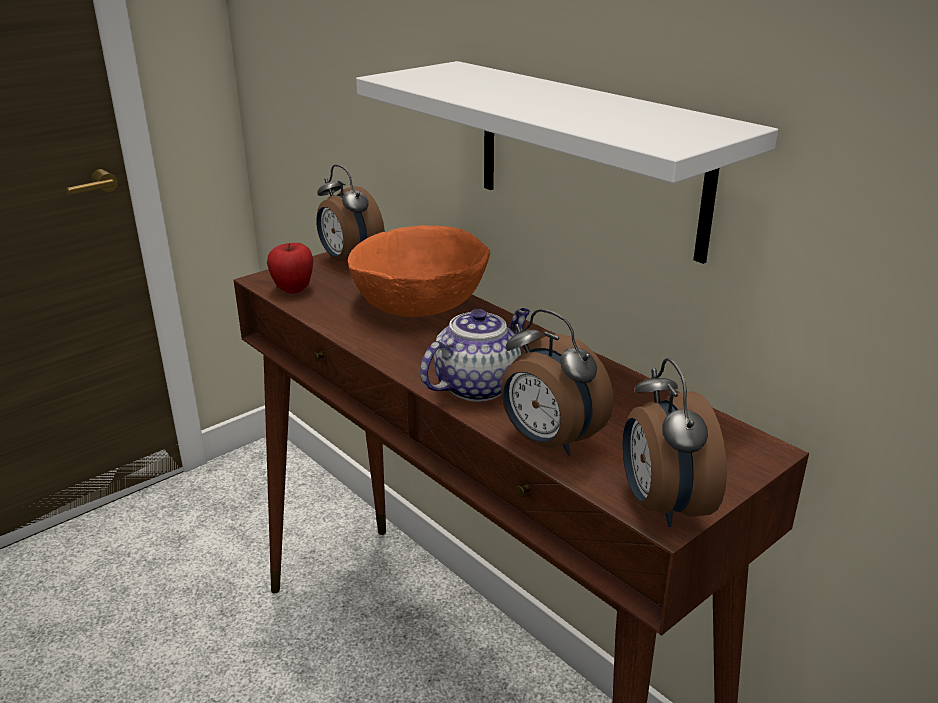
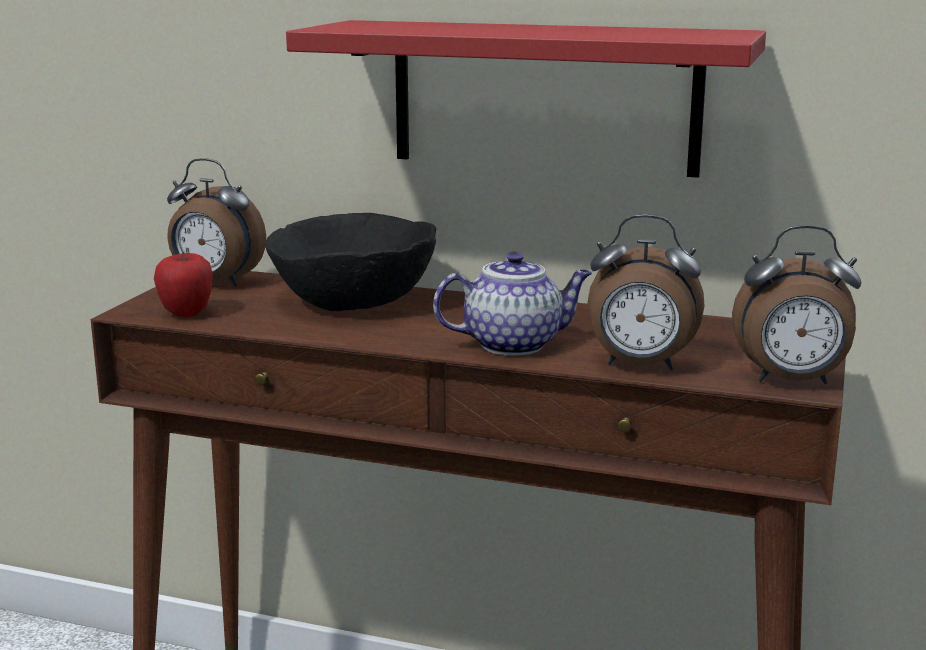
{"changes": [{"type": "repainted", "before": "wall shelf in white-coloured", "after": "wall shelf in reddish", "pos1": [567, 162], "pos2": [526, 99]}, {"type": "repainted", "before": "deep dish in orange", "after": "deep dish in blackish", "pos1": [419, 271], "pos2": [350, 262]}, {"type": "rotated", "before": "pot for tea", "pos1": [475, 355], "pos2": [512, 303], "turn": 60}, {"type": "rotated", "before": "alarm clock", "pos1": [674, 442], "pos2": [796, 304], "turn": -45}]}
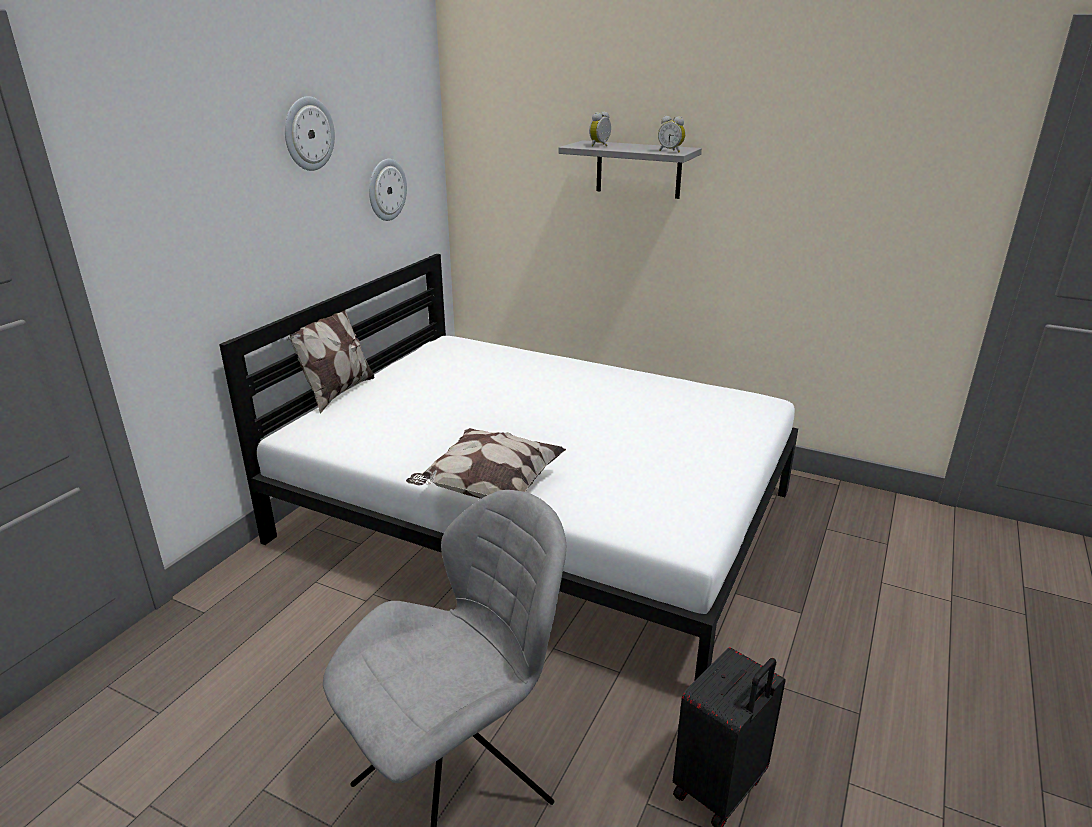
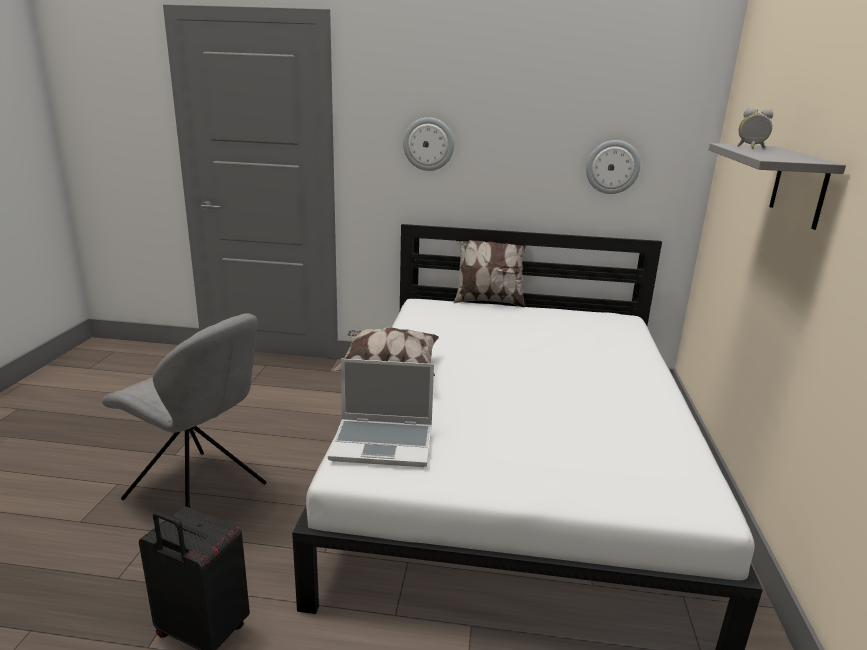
{"changes": [{"type": "shifted", "before": "clock on the wall", "pos1": [310, 133], "pos2": [428, 144]}, {"type": "gone", "before": "alarm clock", "pos1": [671, 134]}, {"type": "new", "after": "notebook computer", "pos2": [381, 413]}]}
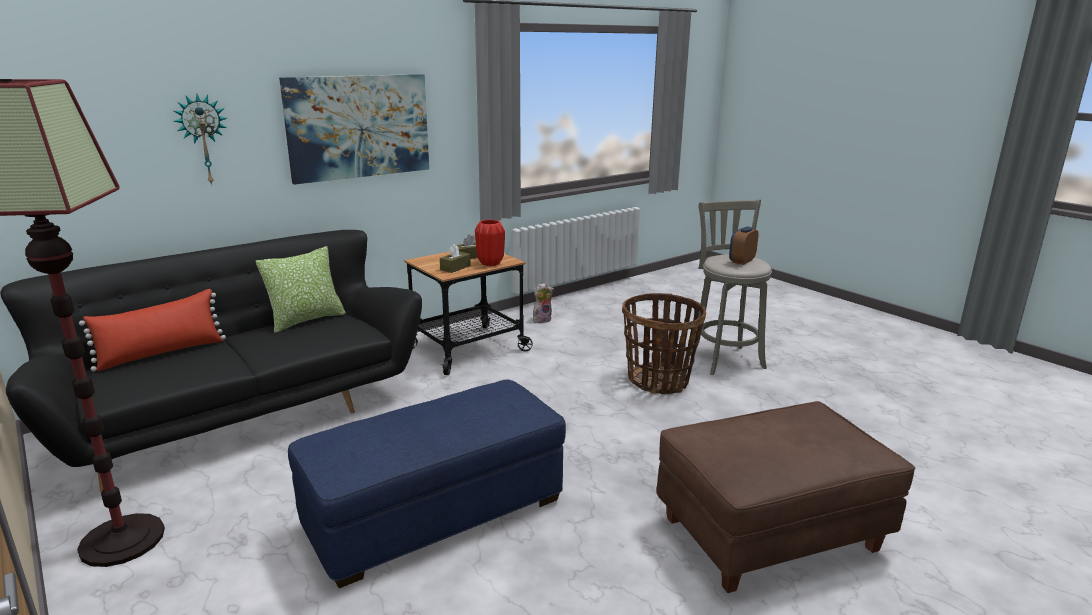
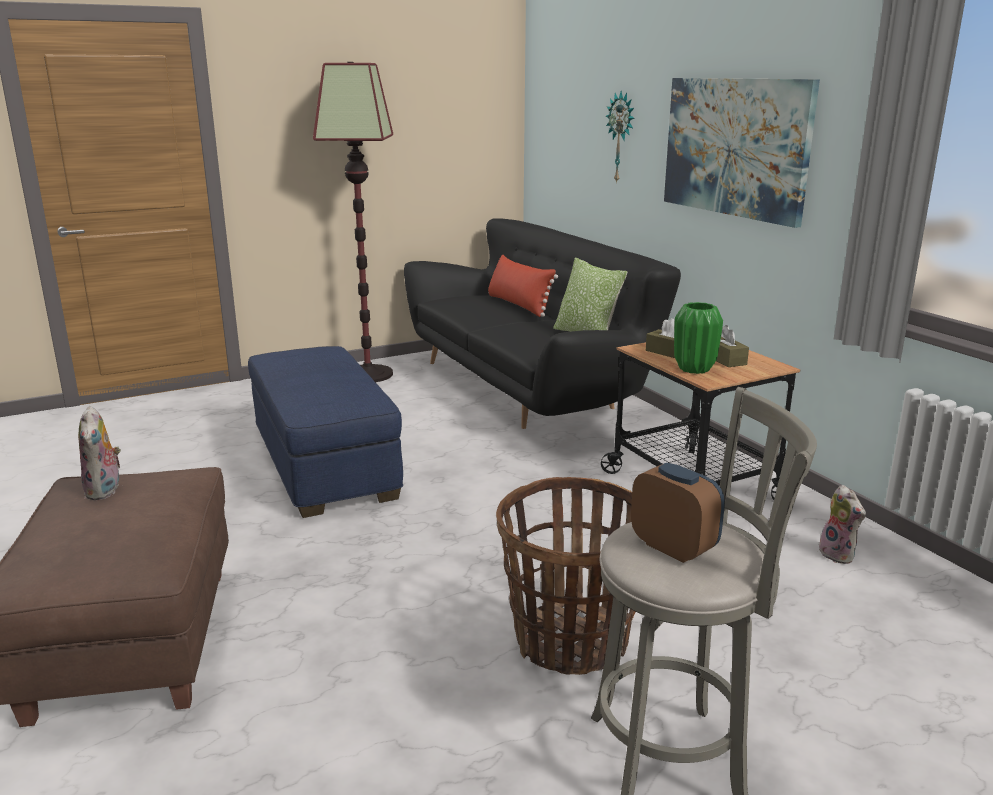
{"changes": [{"type": "repainted", "before": "decorative vase in reddish", "after": "decorative vase in greenish", "pos1": [490, 243], "pos2": [698, 338]}, {"type": "new", "after": "plush toy", "pos2": [99, 453]}]}
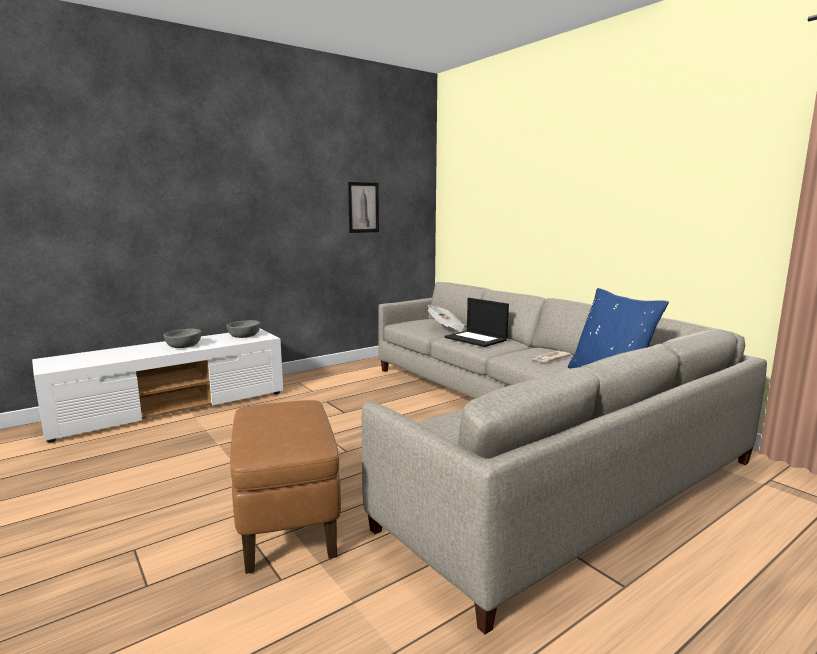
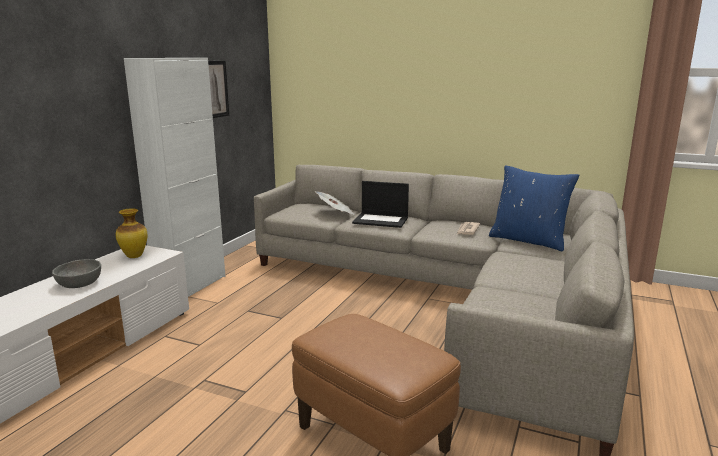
{"changes": [{"type": "swapped", "before": "deep dish in greyish", "after": "decorative vase", "pos1": [243, 329], "pos2": [131, 233]}, {"type": "new", "after": "cupboard in white-coloured", "pos2": [175, 177]}]}
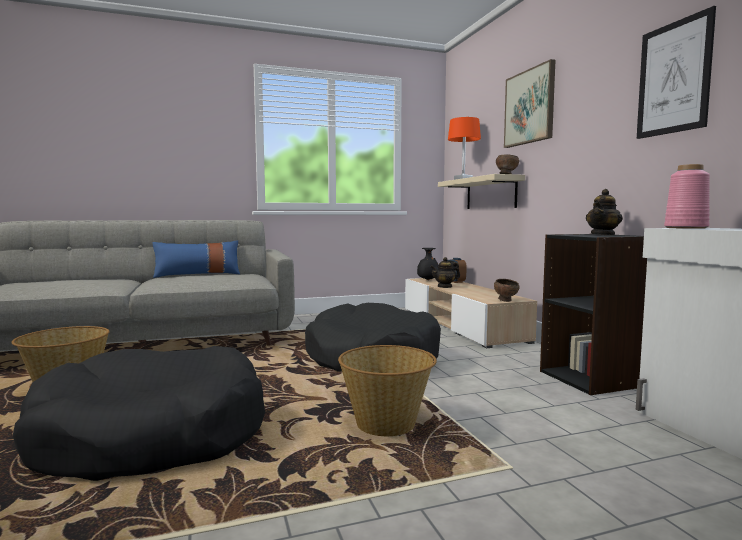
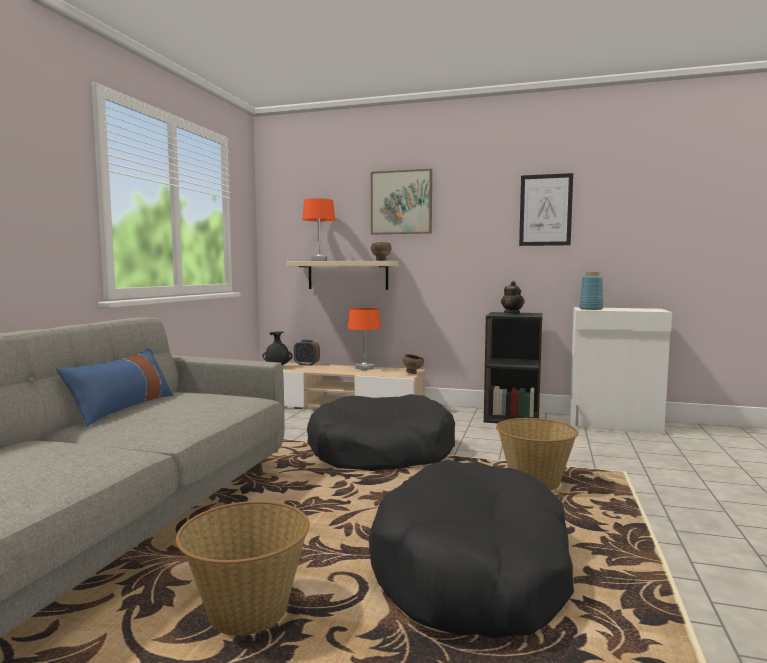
{"changes": [{"type": "repainted", "before": "decorative vase in pinkish", "after": "decorative vase in blue-coloured", "pos1": [687, 196], "pos2": [591, 291]}, {"type": "gone", "before": "pot for tea", "pos1": [445, 272]}, {"type": "new", "after": "tabletop lamp in orange", "pos2": [364, 339]}]}
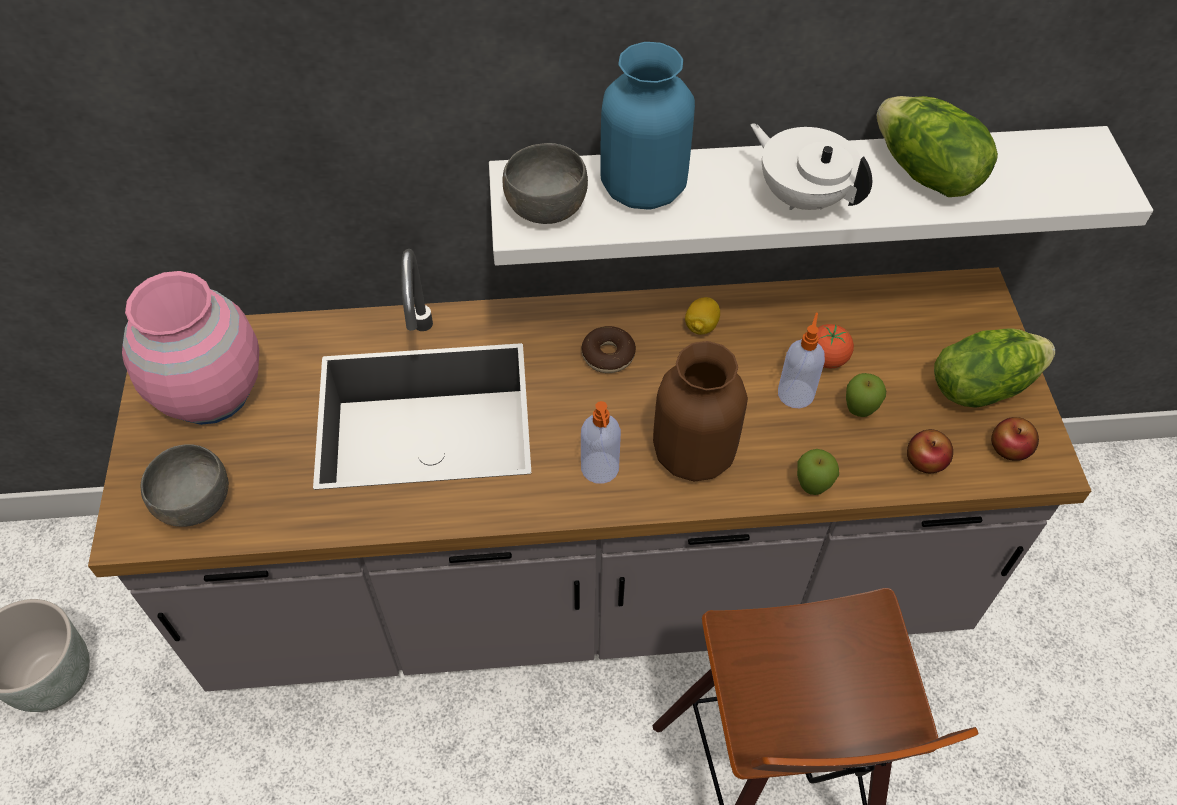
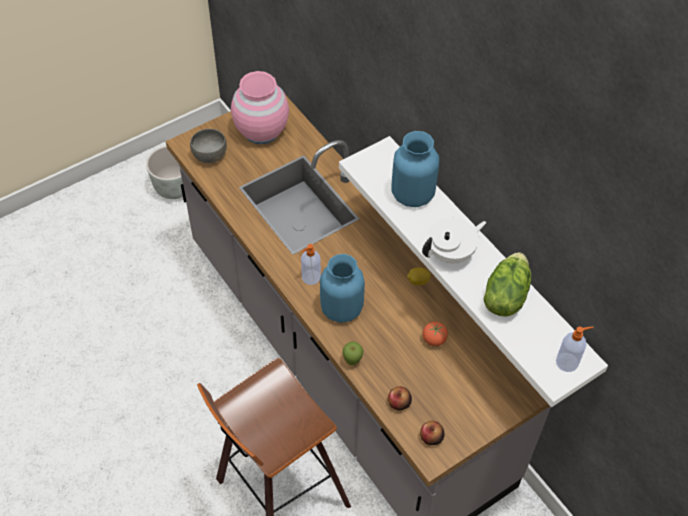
{"changes": [{"type": "rotated", "before": "pot for tea in white-coloured", "pos1": [811, 166], "pos2": [454, 240], "turn": 45}, {"type": "gone", "before": "deep dish in greyish", "pos1": [545, 183]}, {"type": "shifted", "before": "soap dispenser", "pos1": [801, 360], "pos2": [575, 349]}, {"type": "gone", "before": "doughnut", "pos1": [609, 349]}, {"type": "gone", "before": "lettuce", "pos1": [994, 368]}, {"type": "repainted", "before": "decorative vase in brown", "after": "decorative vase in blue-coloured", "pos1": [700, 411], "pos2": [342, 288]}, {"type": "gone", "before": "whole apple", "pos1": [866, 395]}]}
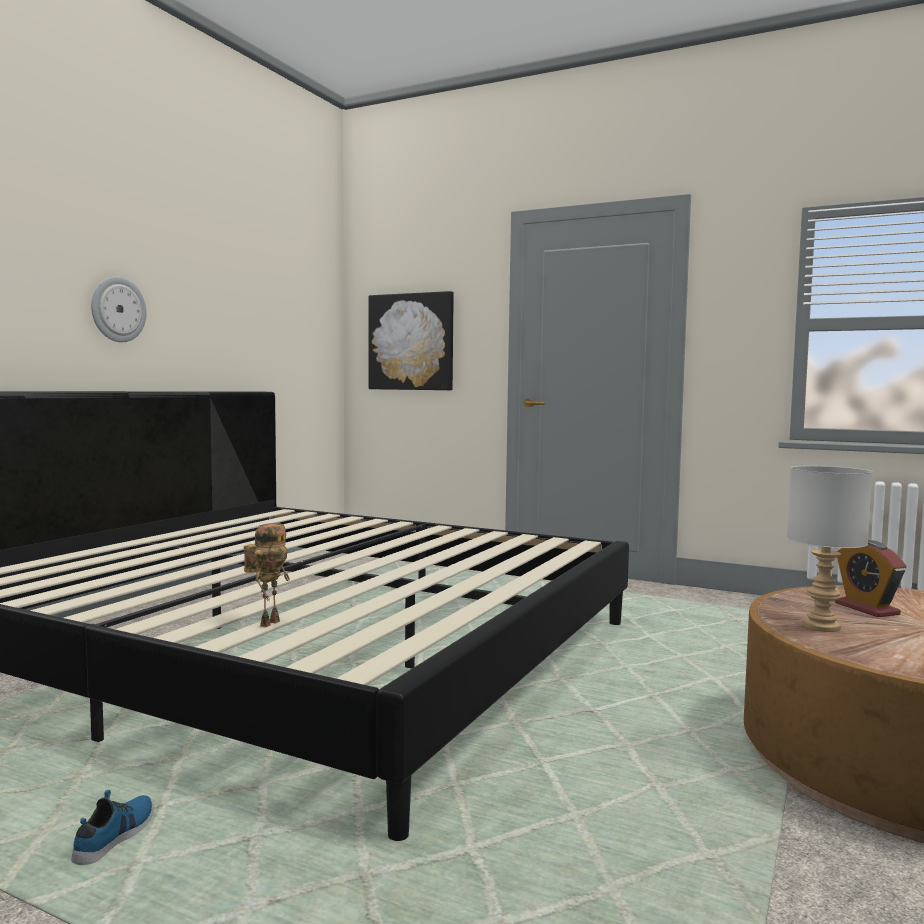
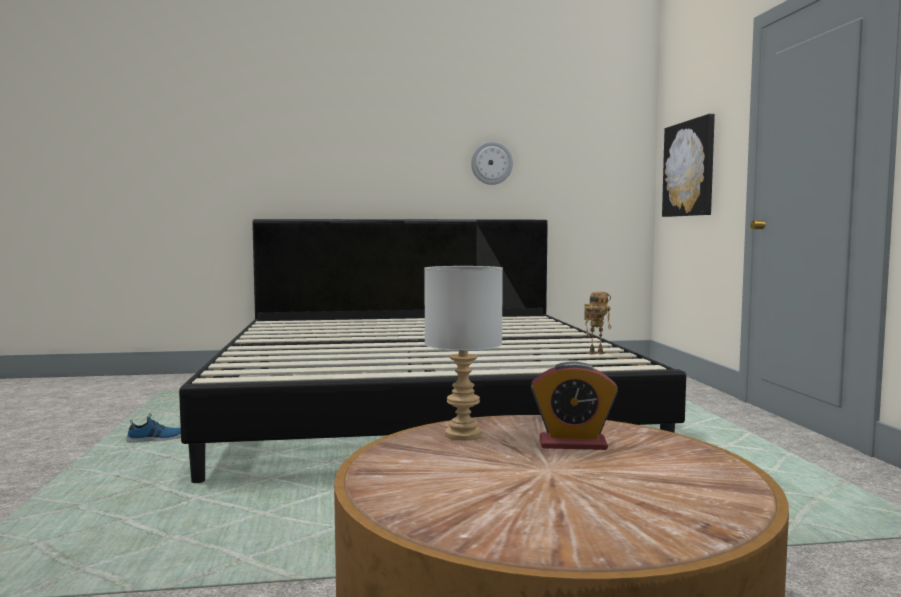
{"changes": [{"type": "shifted", "before": "clock on the wall", "pos1": [119, 309], "pos2": [492, 163]}, {"type": "shifted", "before": "model robot", "pos1": [266, 575], "pos2": [597, 323]}, {"type": "rotated", "before": "alarm clock", "pos1": [870, 578], "pos2": [574, 405], "turn": -120}]}
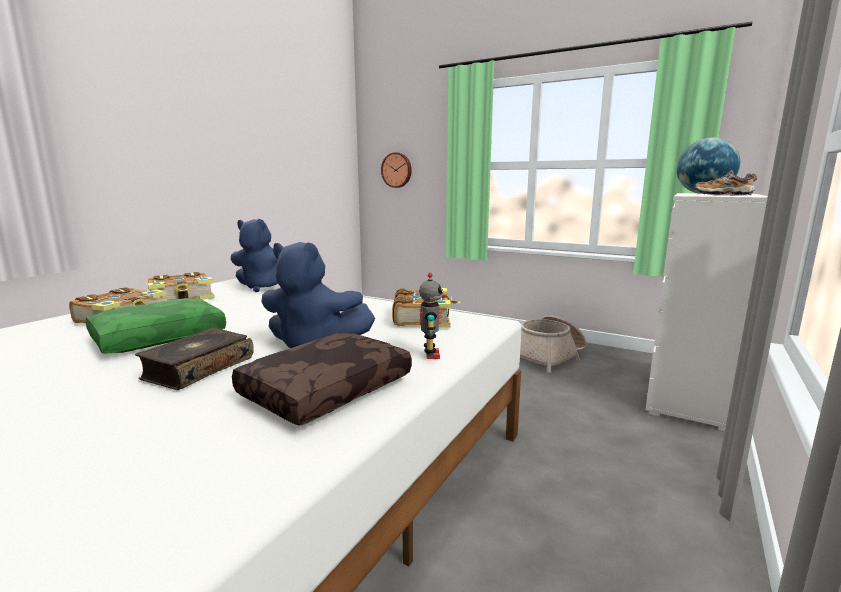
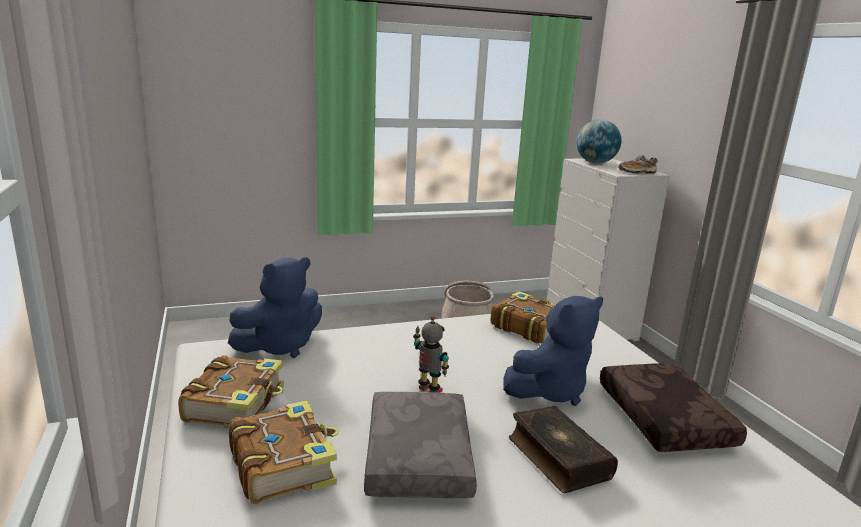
{"changes": [{"type": "gone", "before": "clock on the wall", "pos1": [396, 170]}, {"type": "shifted", "before": "model robot", "pos1": [431, 316], "pos2": [431, 354]}, {"type": "repainted", "before": "throw pillow in greenish", "after": "throw pillow in greyish", "pos1": [156, 326], "pos2": [420, 445]}]}
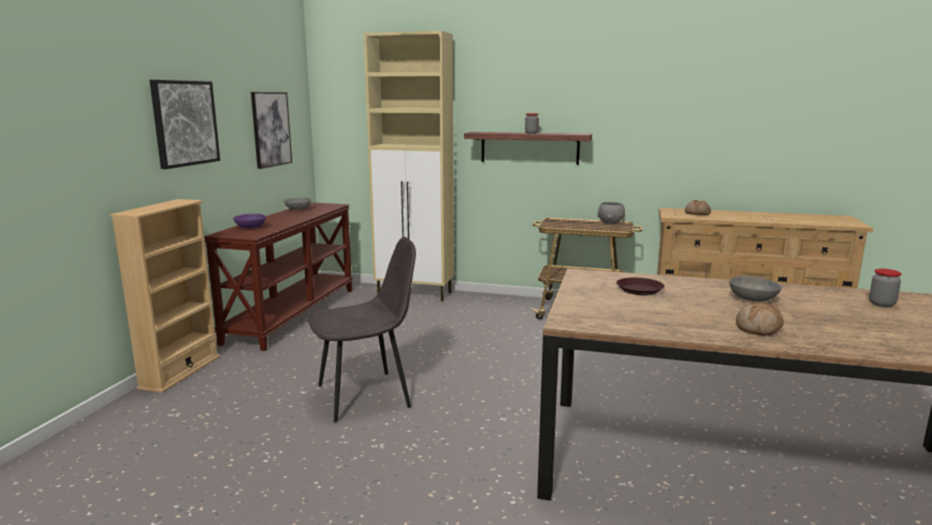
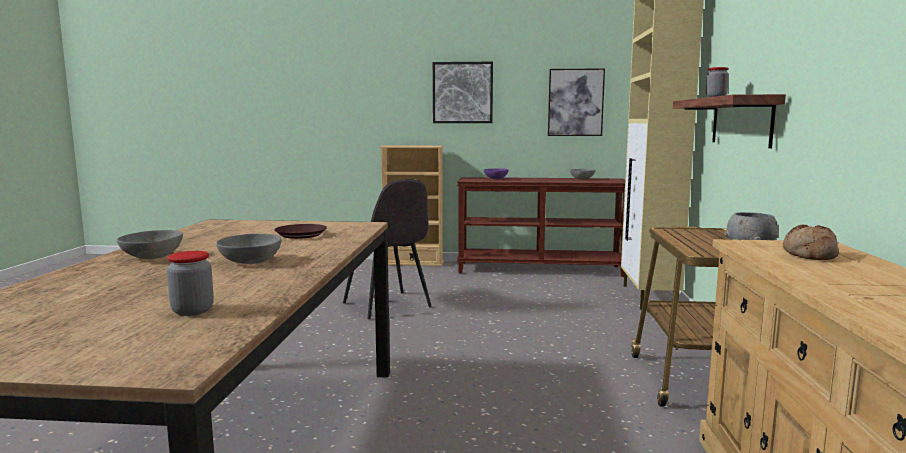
{"changes": [{"type": "swapped", "before": "bread", "after": "deep dish in greyish", "pos1": [760, 319], "pos2": [150, 244]}]}
